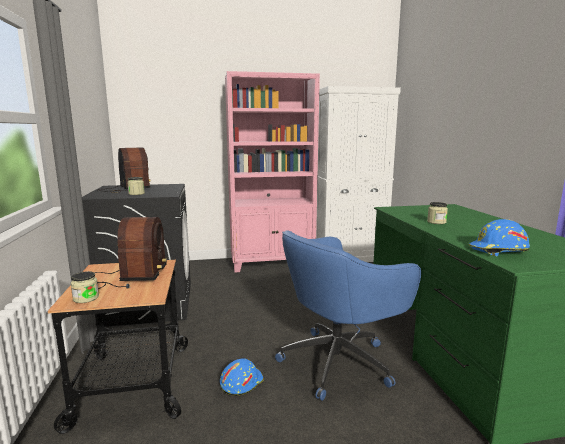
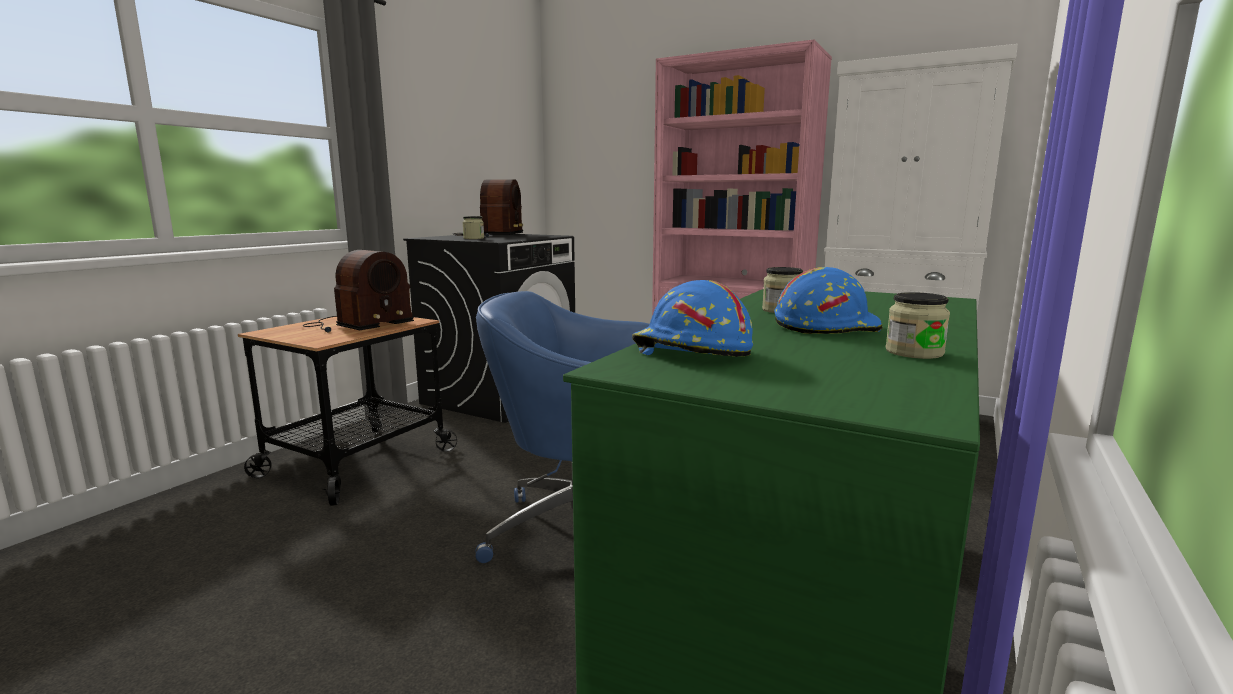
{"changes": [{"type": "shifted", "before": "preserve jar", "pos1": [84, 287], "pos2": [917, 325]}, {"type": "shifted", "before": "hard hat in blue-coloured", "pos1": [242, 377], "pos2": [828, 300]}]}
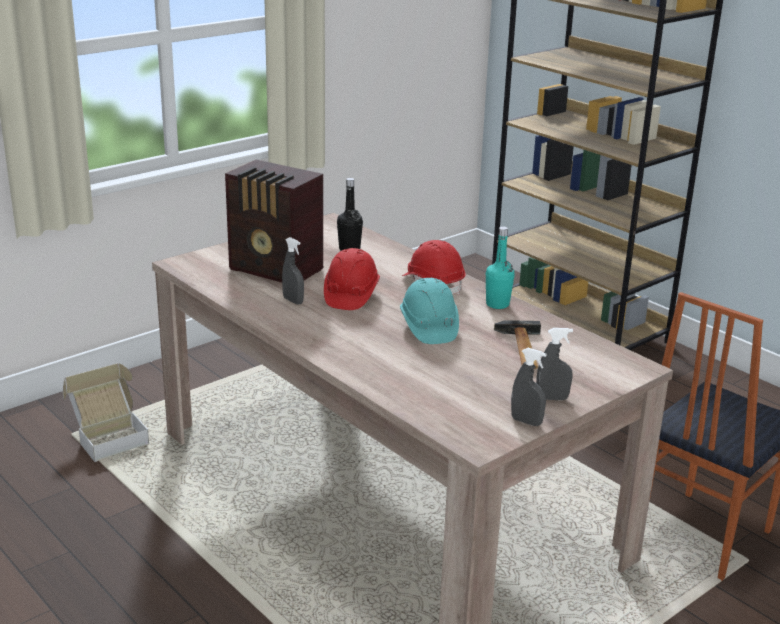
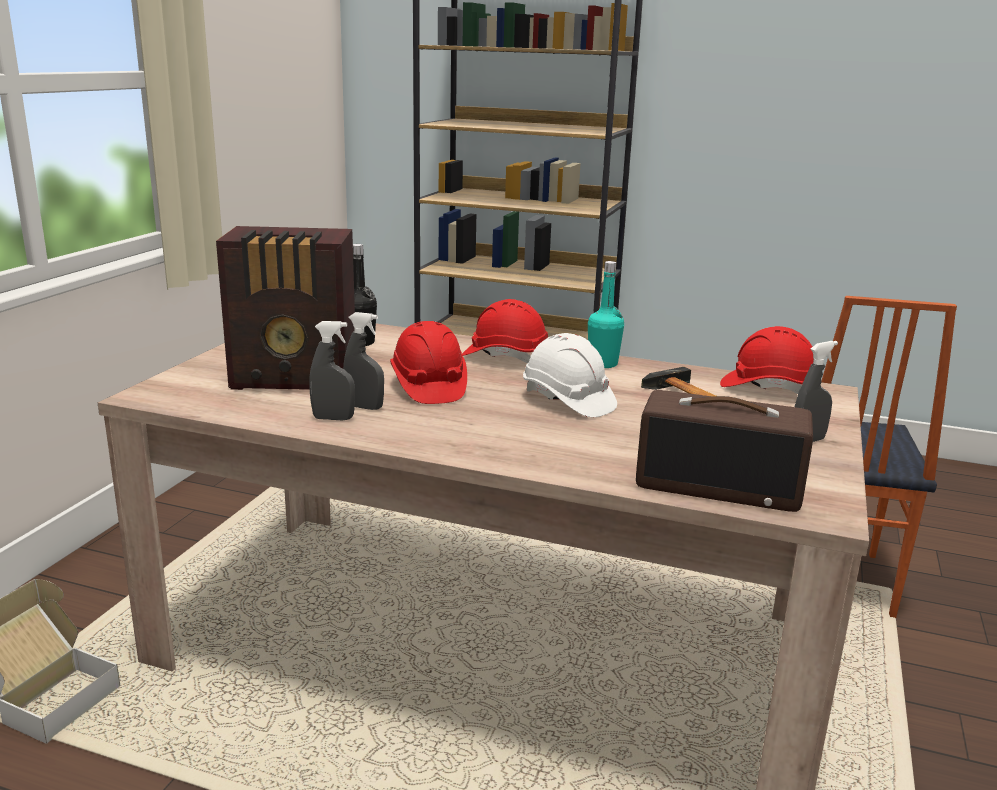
{"changes": [{"type": "repainted", "before": "hard hat in turquoise-coloured", "after": "hard hat in white-coloured", "pos1": [429, 311], "pos2": [570, 375]}, {"type": "shifted", "before": "hand sprayer in greyish", "pos1": [528, 387], "pos2": [332, 371]}, {"type": "new", "after": "hard hat in reddish", "pos2": [767, 360]}, {"type": "new", "after": "radio", "pos2": [724, 451]}]}
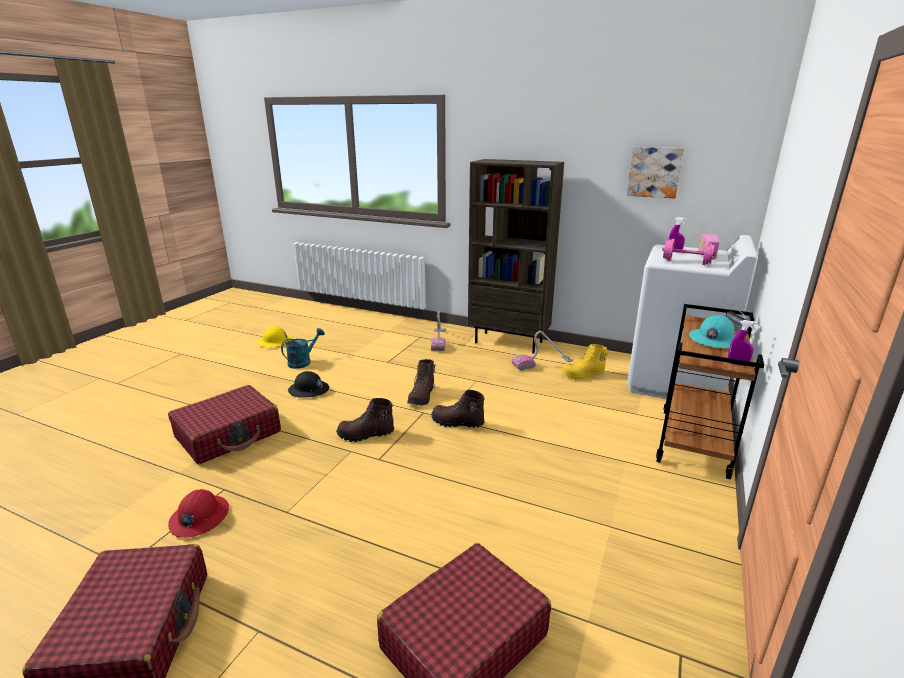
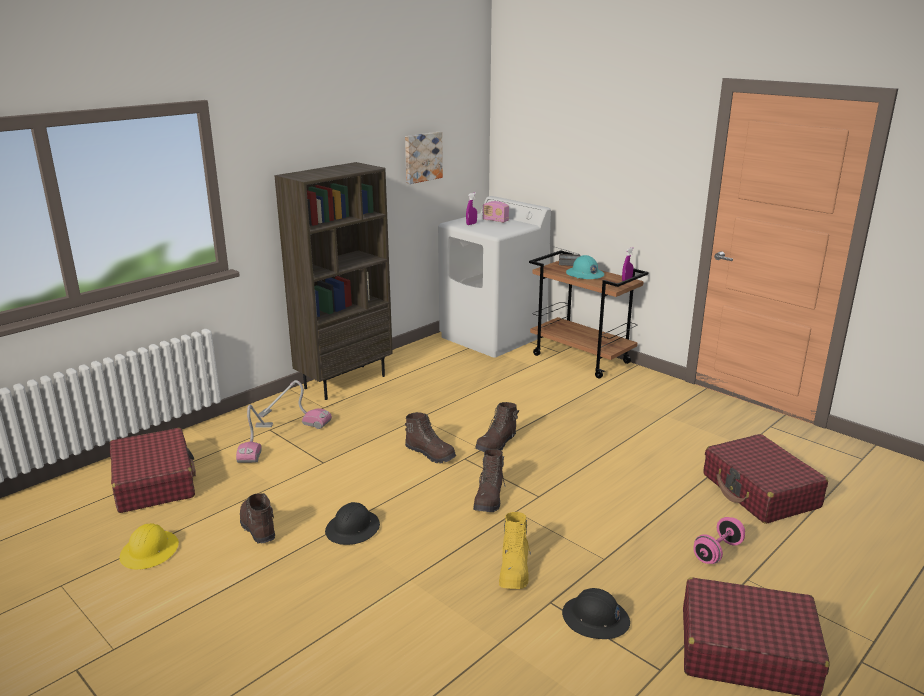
{"changes": [{"type": "shifted", "before": "hand weight in pinkish", "pos1": [688, 252], "pos2": [719, 540]}, {"type": "swapped", "before": "watering can in turquoise-coloured", "after": "boot in brown", "pos1": [303, 348], "pos2": [257, 518]}, {"type": "shifted", "before": "vacuum cleaner", "pos1": [542, 351], "pos2": [254, 433]}, {"type": "shifted", "before": "boot in yellow", "pos1": [584, 362], "pos2": [515, 550]}, {"type": "shifted", "before": "piece of luggage in reddish", "pos1": [224, 424], "pos2": [153, 470]}, {"type": "repainted", "before": "hard hat in reddish", "after": "hard hat in blackish", "pos1": [198, 513], "pos2": [596, 613]}]}
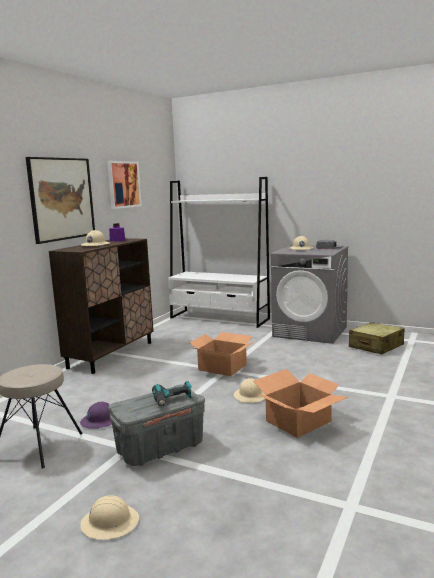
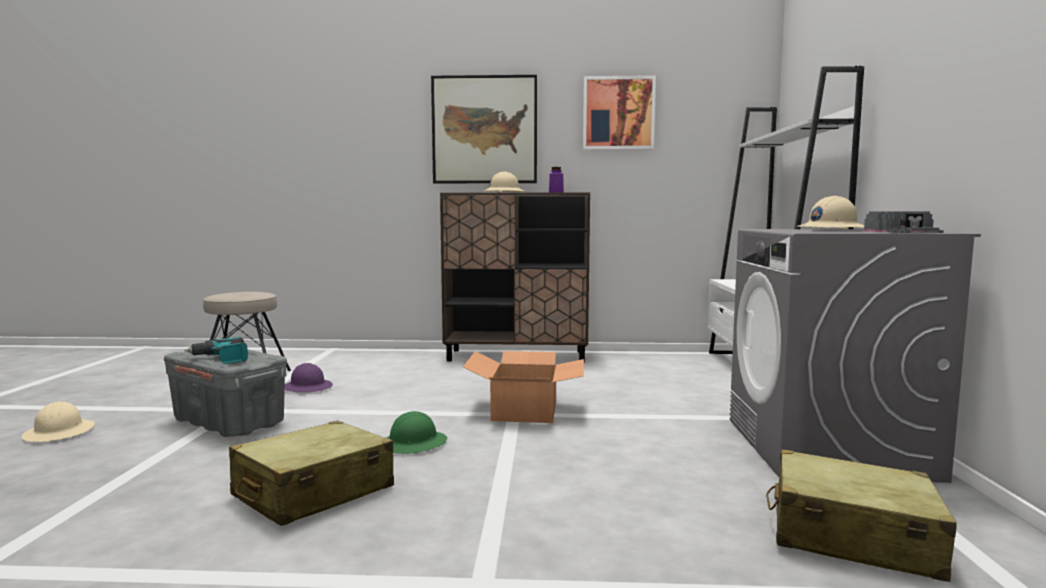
{"changes": [{"type": "swapped", "before": "packing box", "after": "piece of luggage in beige", "pos1": [300, 403], "pos2": [311, 473]}, {"type": "repainted", "before": "hard hat in beige", "after": "hard hat in greenish", "pos1": [249, 390], "pos2": [416, 432]}]}
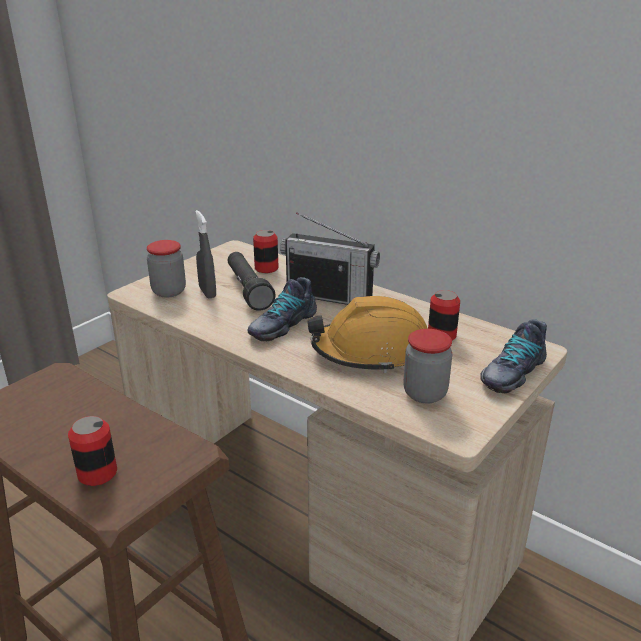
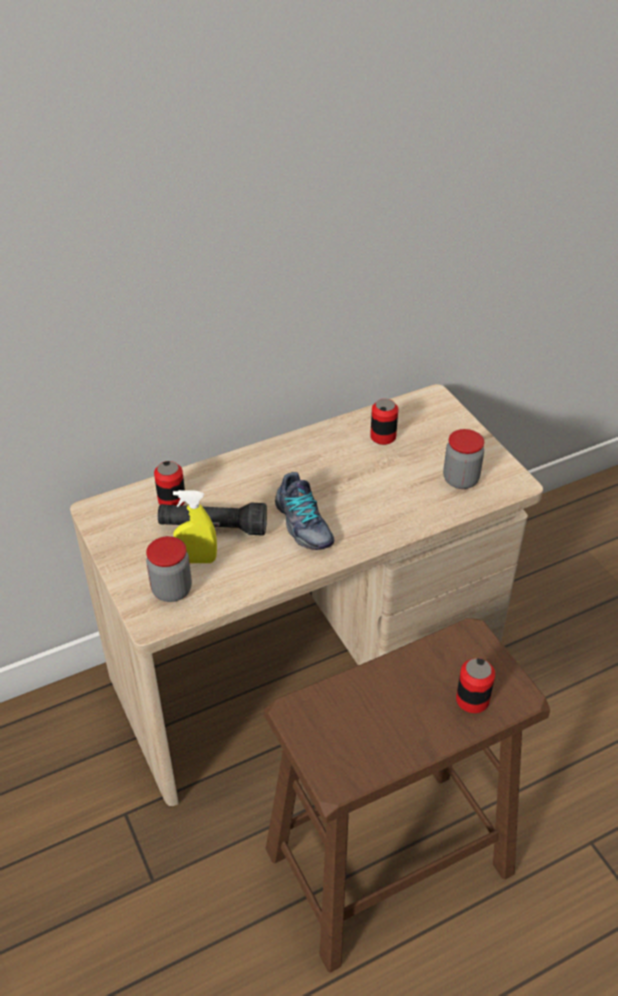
{"changes": [{"type": "repainted", "before": "hand sprayer in greyish", "after": "hand sprayer in yellow", "pos1": [205, 254], "pos2": [195, 526]}, {"type": "gone", "before": "radio", "pos1": [330, 258]}, {"type": "gone", "before": "hard hat in orange", "pos1": [367, 334]}, {"type": "gone", "before": "item of footwear", "pos1": [513, 356]}]}
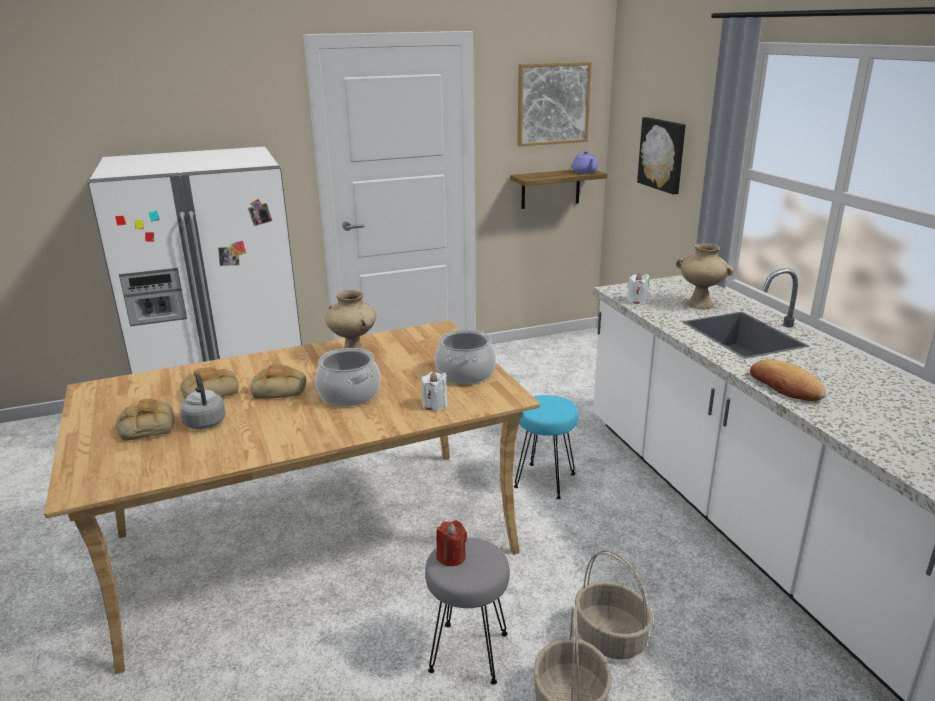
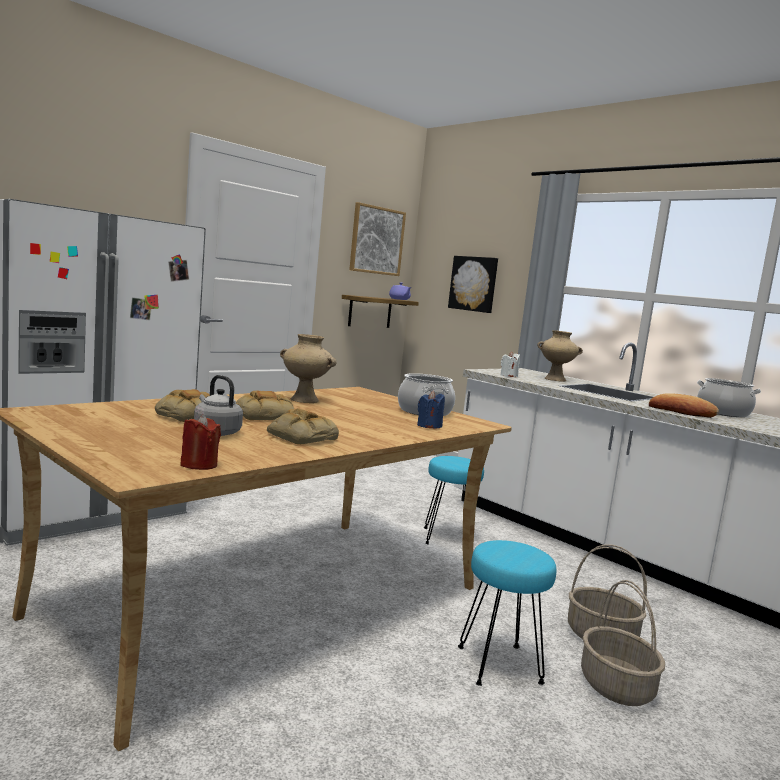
{"changes": [{"type": "shifted", "before": "cooking pot", "pos1": [348, 377], "pos2": [729, 397]}, {"type": "repainted", "before": "wax candle in white-coloured", "after": "wax candle in blue-coloured", "pos1": [435, 391], "pos2": [431, 409]}, {"type": "shifted", "before": "bread", "pos1": [145, 420], "pos2": [303, 426]}, {"type": "shifted", "before": "wax candle in reddish", "pos1": [451, 543], "pos2": [200, 442]}, {"type": "repainted", "before": "stool in greyish", "after": "stool in turquoise-coloured", "pos1": [467, 611], "pos2": [507, 613]}]}
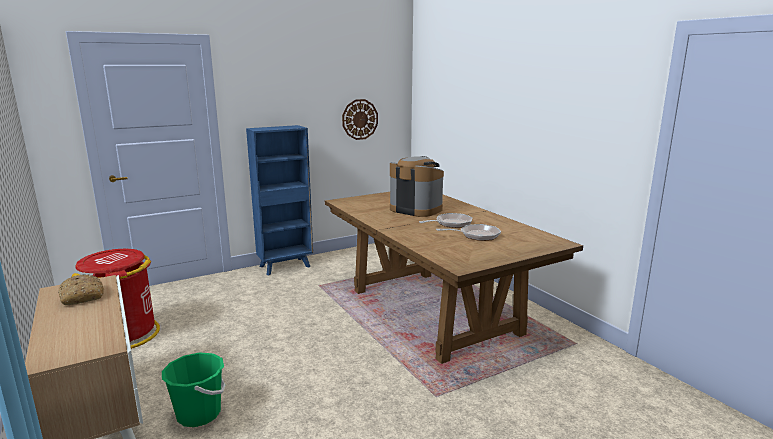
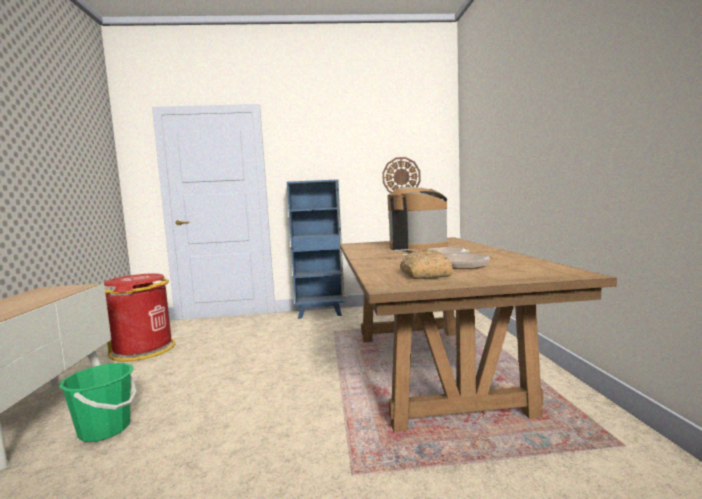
{"changes": [{"type": "shifted", "before": "bread", "pos1": [81, 289], "pos2": [426, 264]}]}
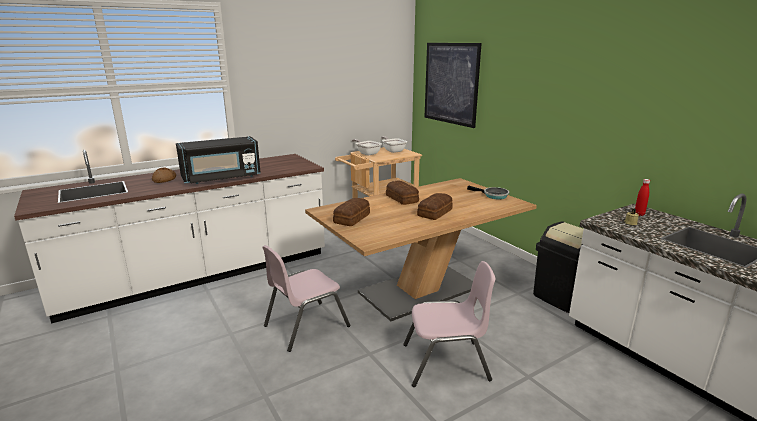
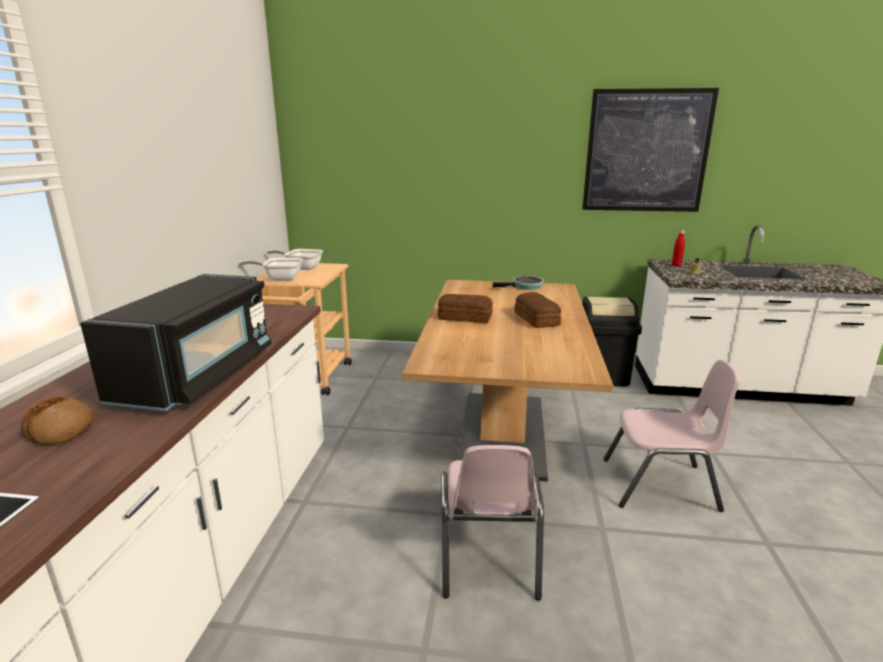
{"changes": [{"type": "shifted", "before": "wall art", "pos1": [453, 85], "pos2": [650, 150]}, {"type": "gone", "before": "bread", "pos1": [351, 212]}, {"type": "rotated", "before": "chair in pinkish", "pos1": [449, 324], "pos2": [672, 436], "turn": 60}]}
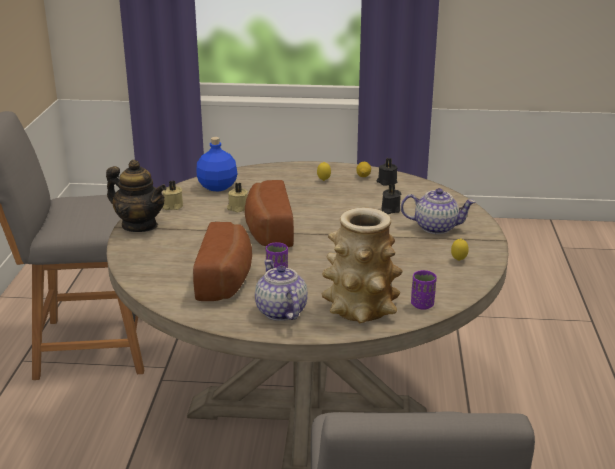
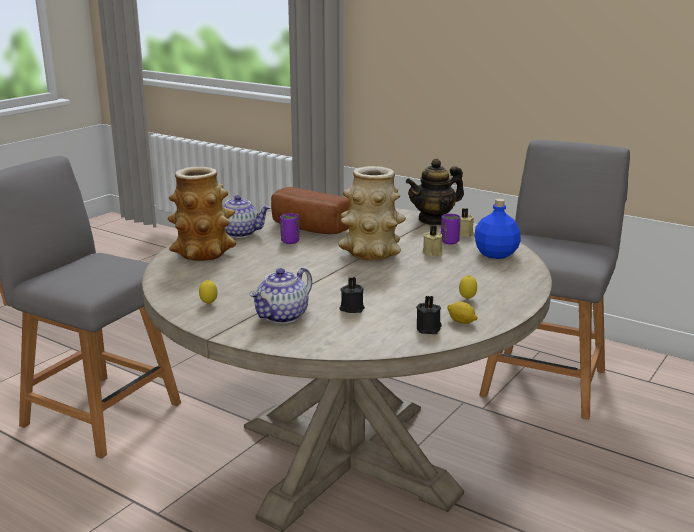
{"changes": [{"type": "swapped", "before": "bread", "after": "decorative vase", "pos1": [269, 213], "pos2": [372, 213]}, {"type": "shifted", "before": "small cup in purple-coloured", "pos1": [424, 290], "pos2": [451, 229]}]}
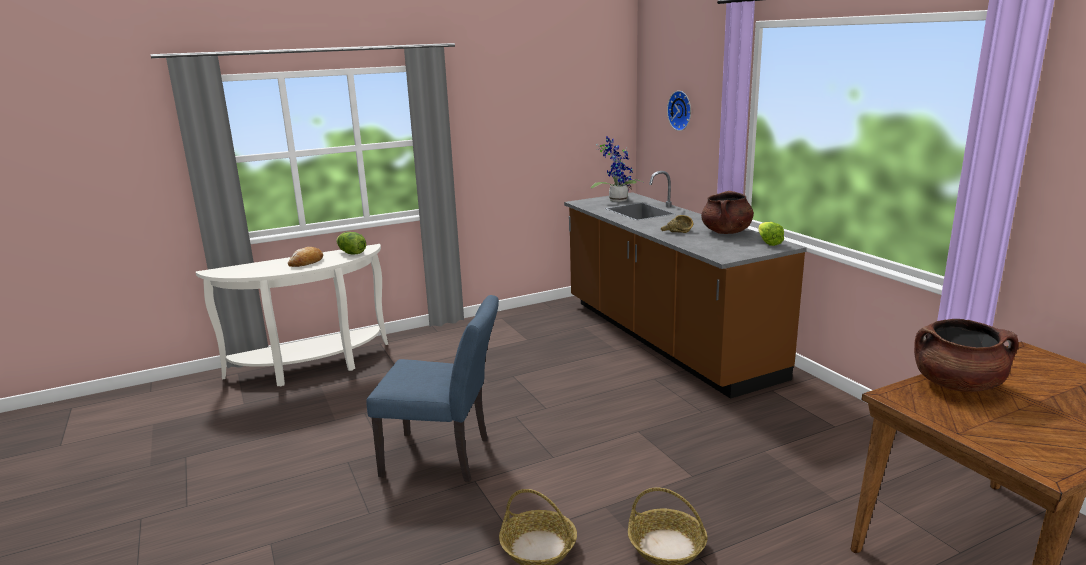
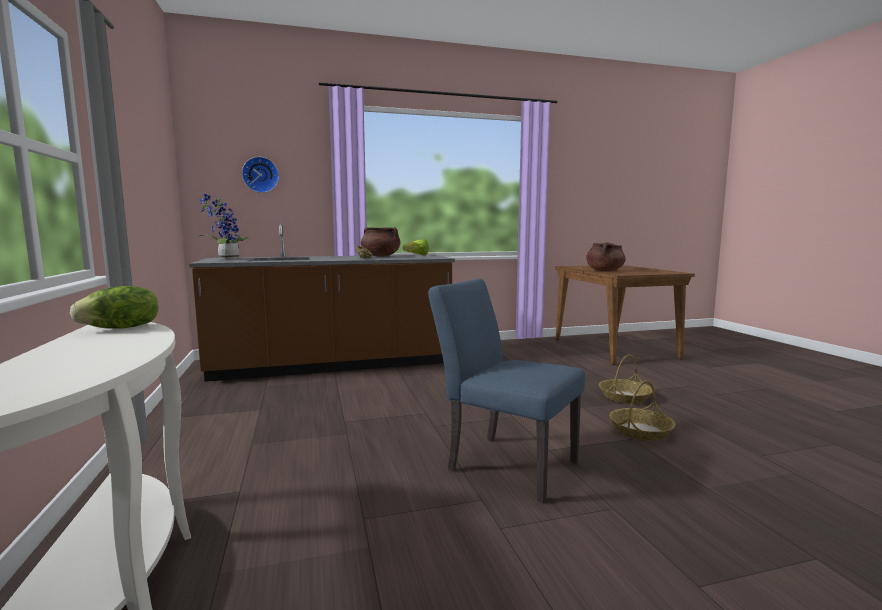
{"changes": [{"type": "gone", "before": "bread", "pos1": [305, 257]}, {"type": "rotated", "before": "chair in blue-coloured", "pos1": [432, 388], "pos2": [506, 391], "turn": -75}]}
